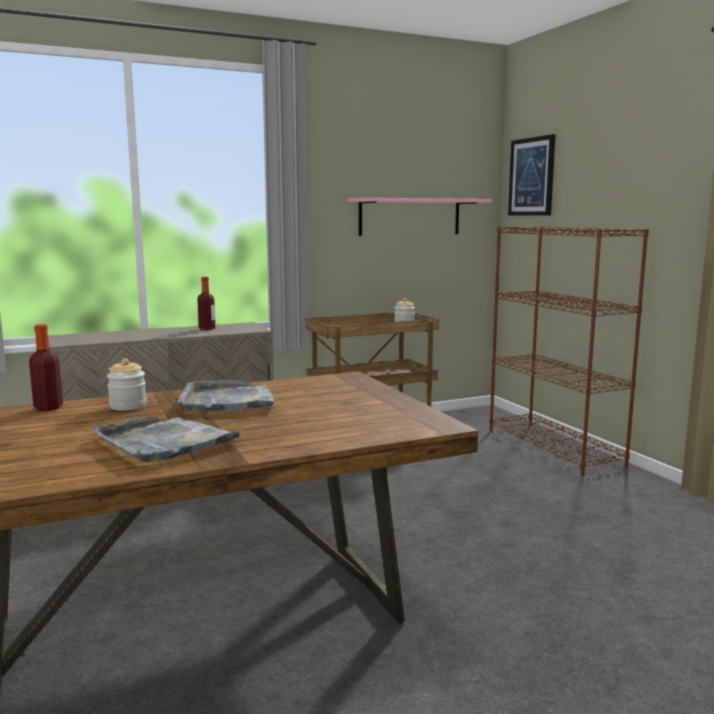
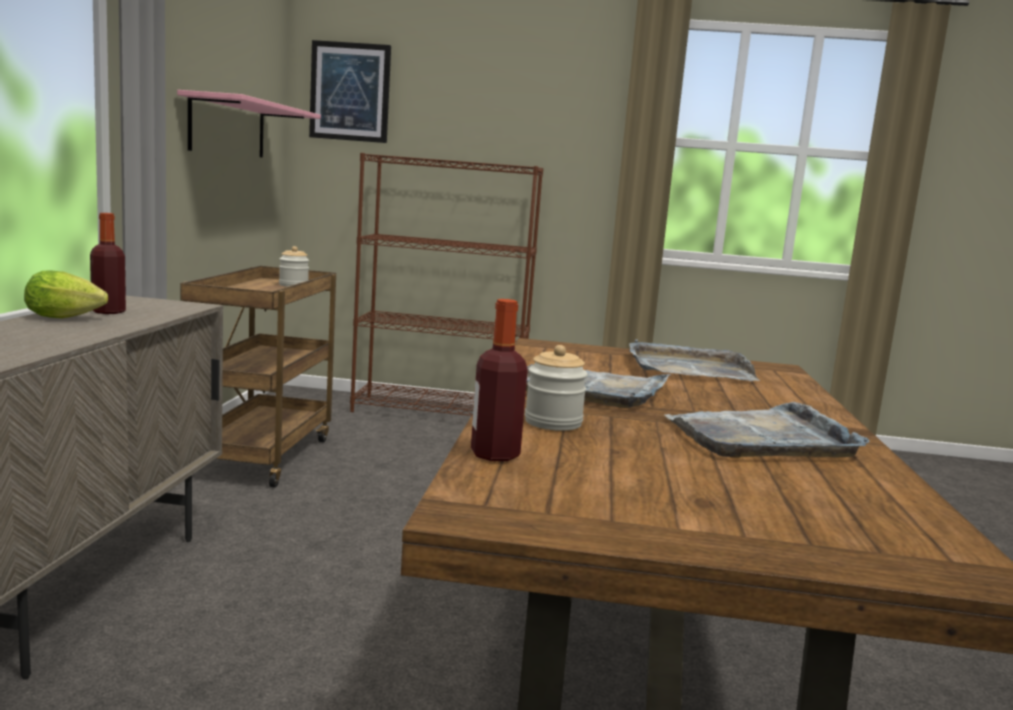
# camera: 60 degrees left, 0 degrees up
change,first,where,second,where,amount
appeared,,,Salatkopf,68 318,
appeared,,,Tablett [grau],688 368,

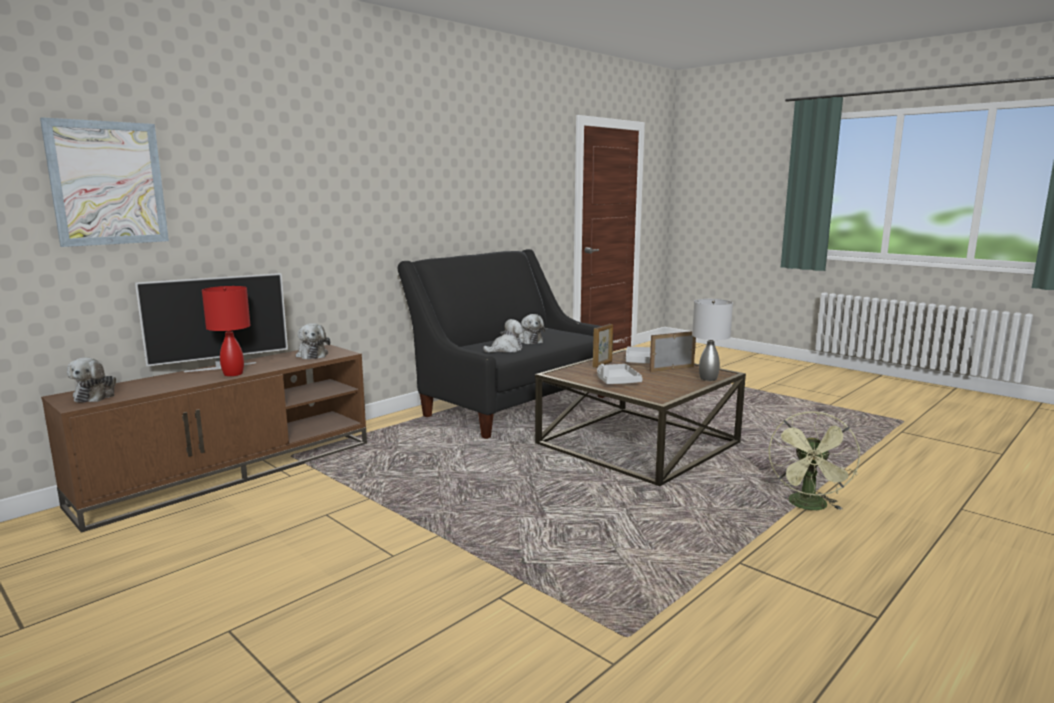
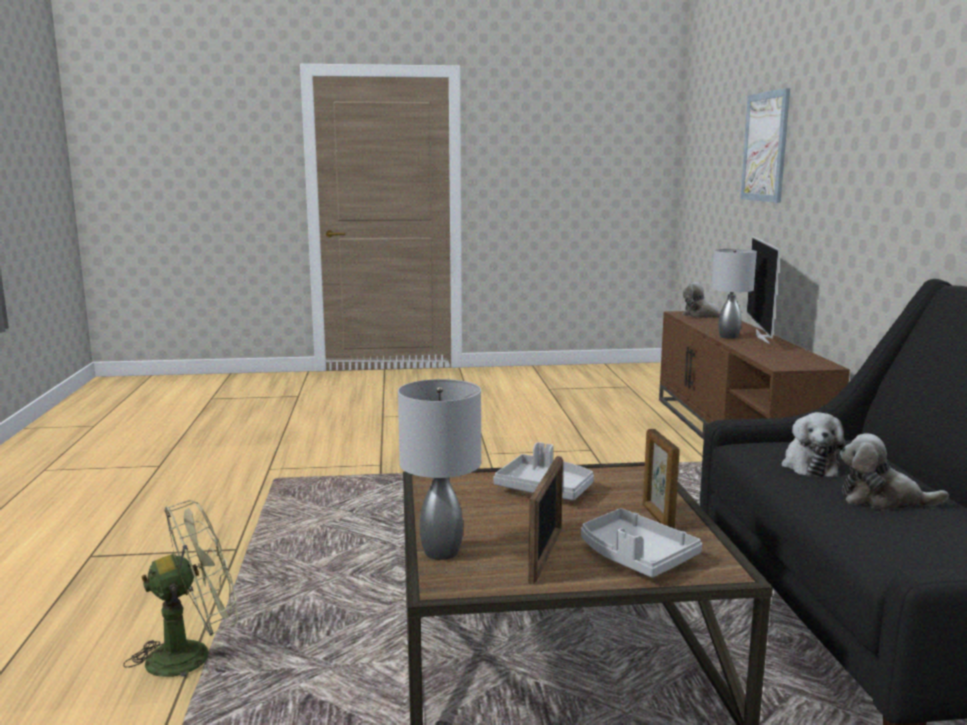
# camera: 130 degrees right, 0 degrees up
change,first,where,second,where,amount
spun,Ventilator [grün],809 507,,192 654,90 degrees clockwise
colour,Tischlampe [rot],232 374,Tischlampe [grau],728 336,
missing,Plüschtier,312 355,,,

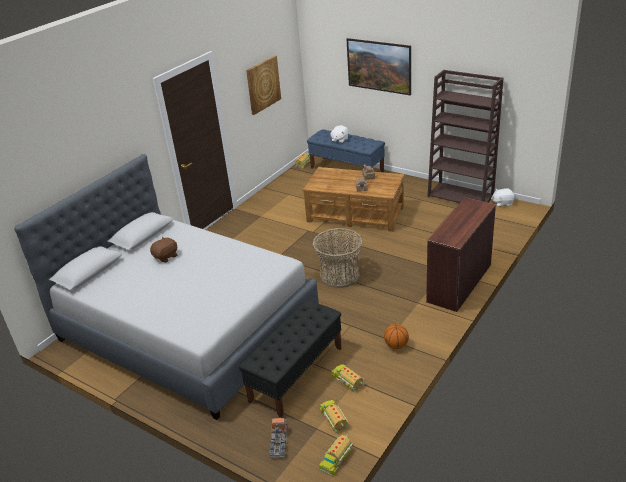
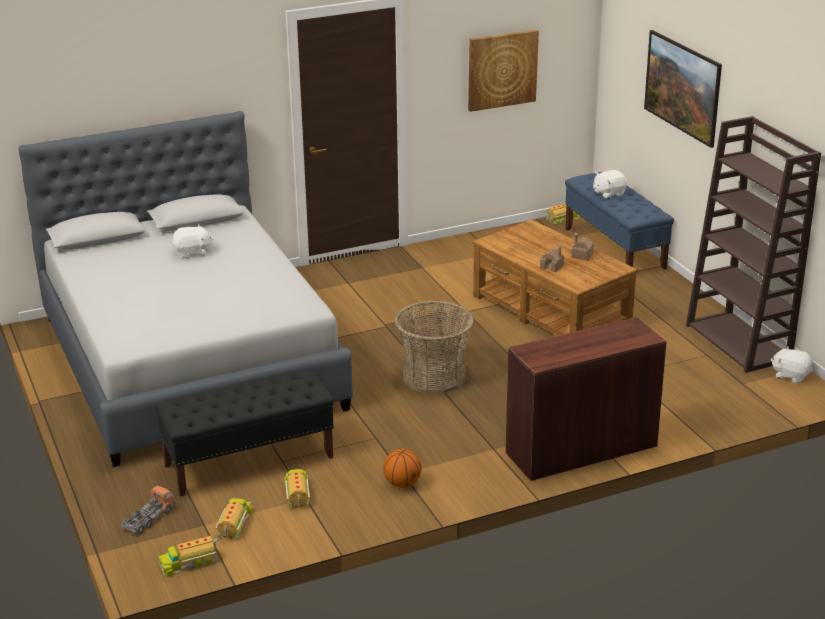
# camera: 30 degrees right, 5 degrees down
change,first,where,second,where,amount
colour,Plüschtier [braun],166 257,Plüschtier [weiß],192 253,

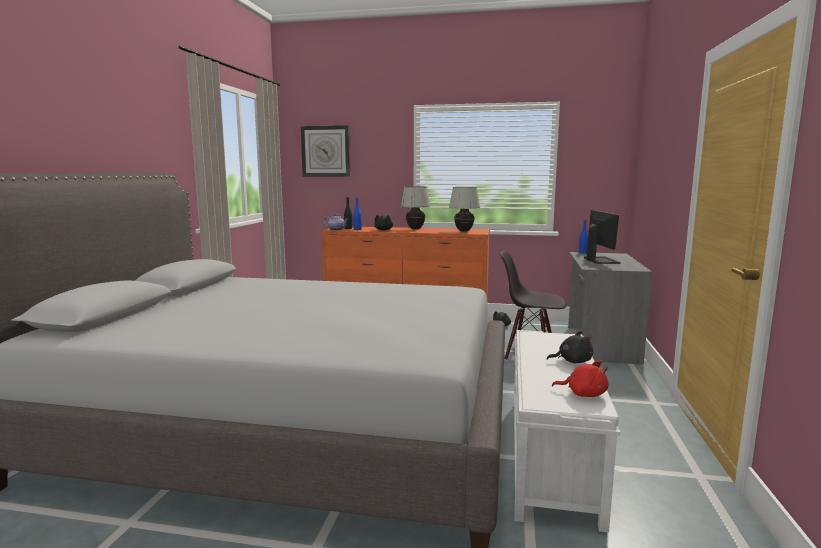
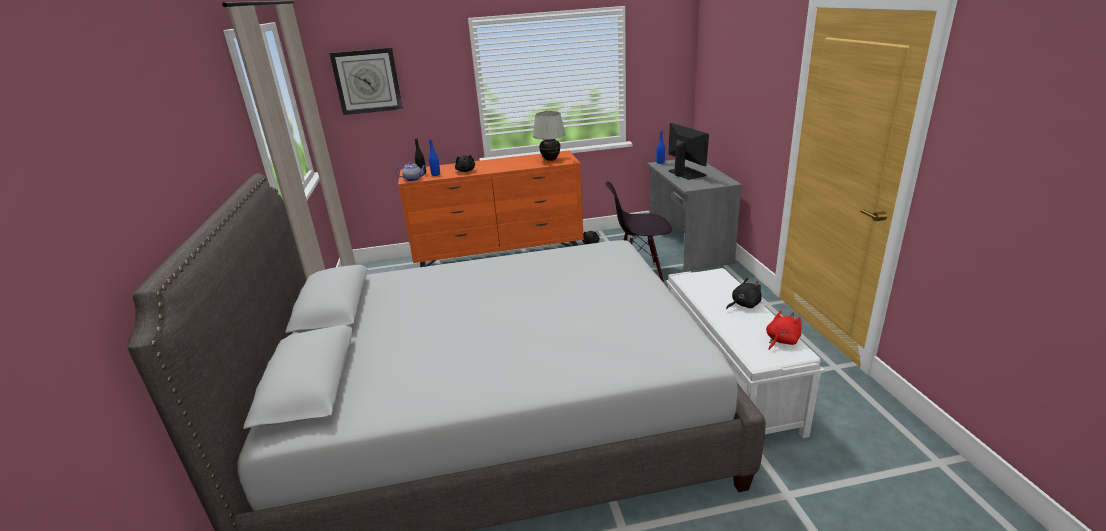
# camera: 20 degrees left, 15 degrees up
change,first,where,second,where,amount
spun,Plüschtier [rot],583 394,,781 341,45 degrees counterclockwise
missing,Tischlampe [weiß],415 229,,,

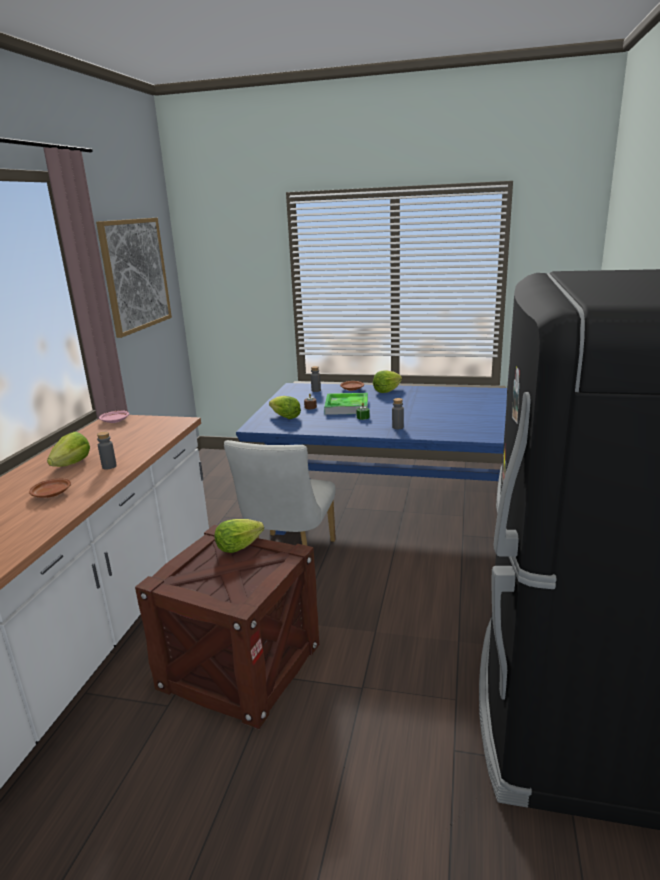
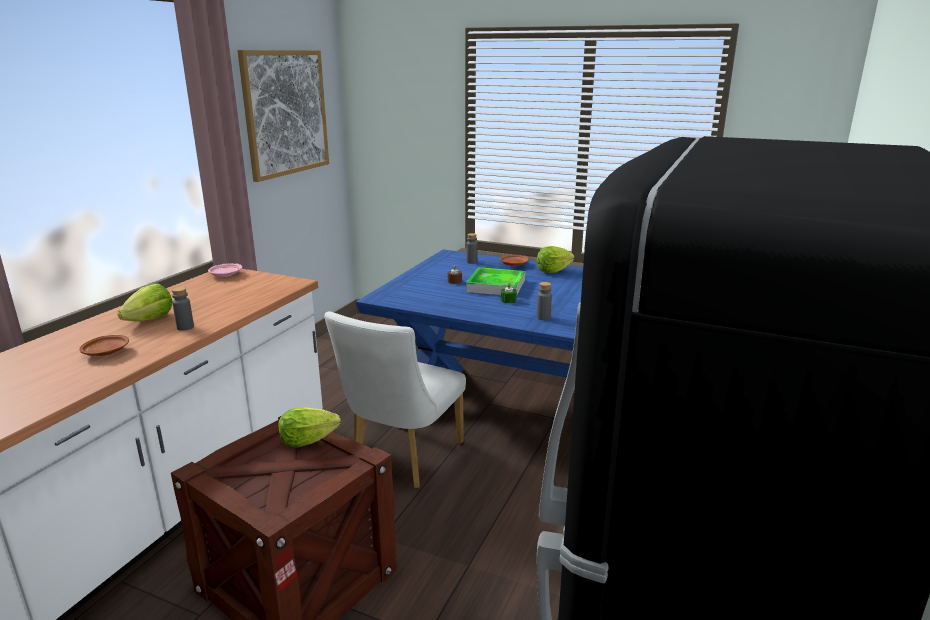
# camera: 10 degrees right, 0 degrees up
change,first,where,second,where,amount
missing,Salatkopf,285 417,,,

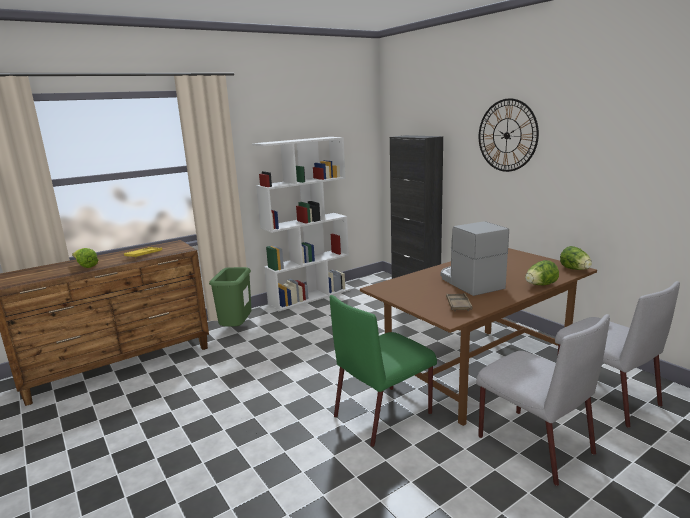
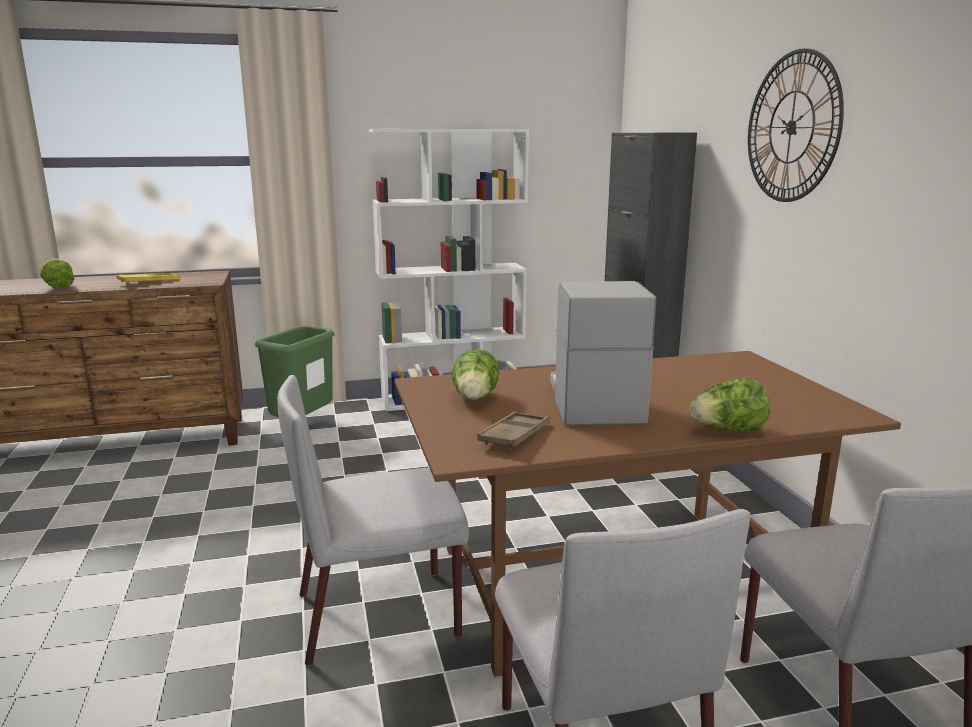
# camera: 20 degrees right, 0 degrees up
change,first,where,second,where,amount
colour,Stuhl [grün],384 414,Stuhl [grau],381 614,
relocated,Salatkopf,575 269,,475 399,

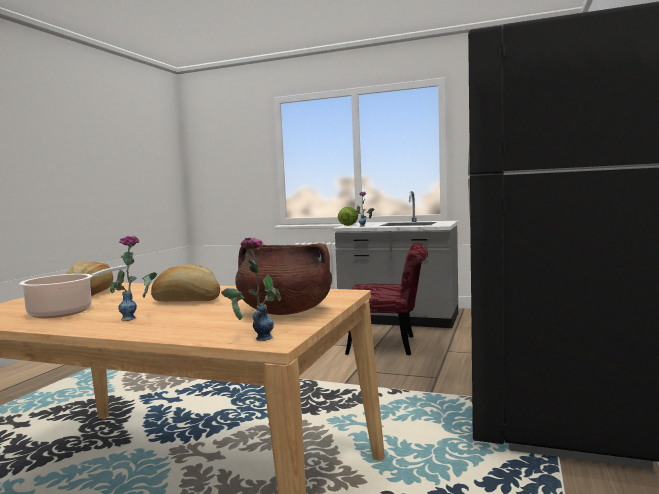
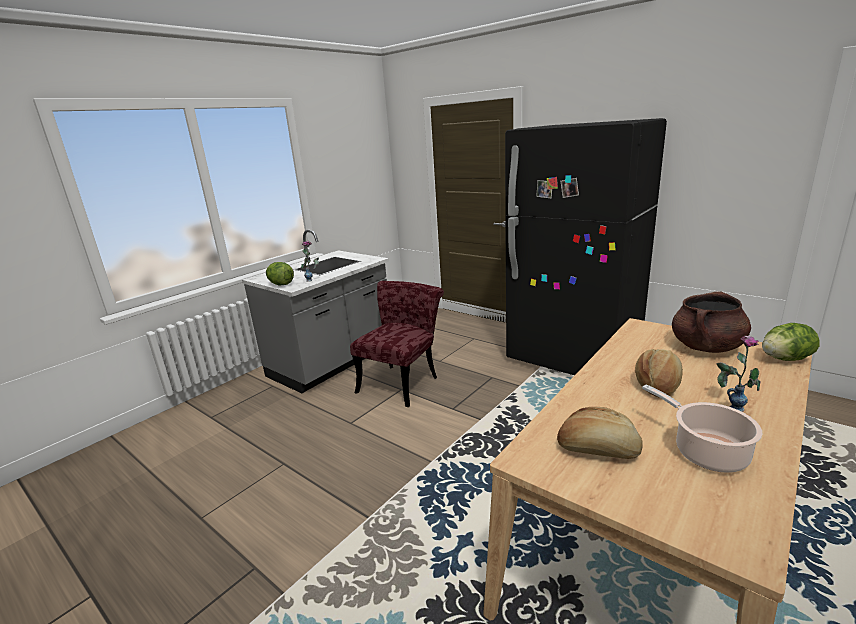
# camera: 70 degrees left, 15 degrees up
change,first,where,second,where,amount
exchanged,Vase,253 338,Salatkopf,785 359,

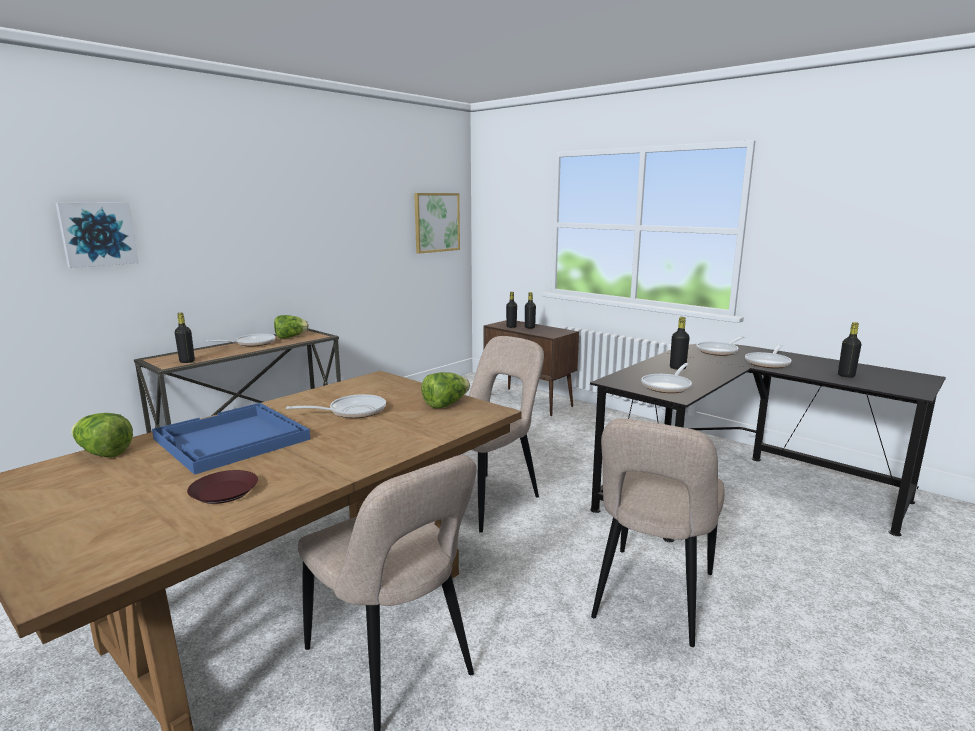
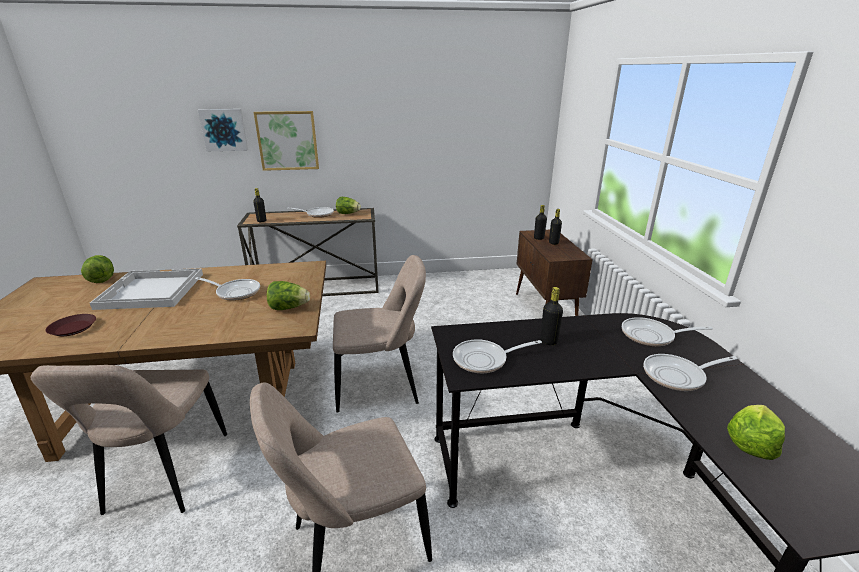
# camera: 40 degrees right, 10 degrees up
change,first,where,second,where,amount
colour,Tablett [blau],231 440,Tablett [weiß],150 291,
relocated,Bild,436 222,,287 140,
exchanged,Flasche [schwarz],846 375,Salatkopf,750 443,

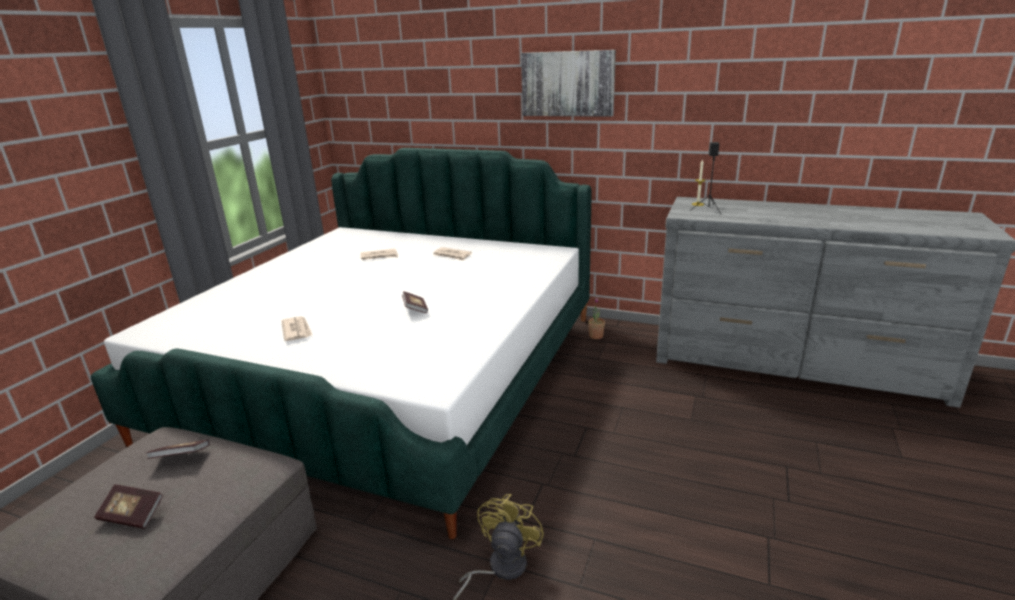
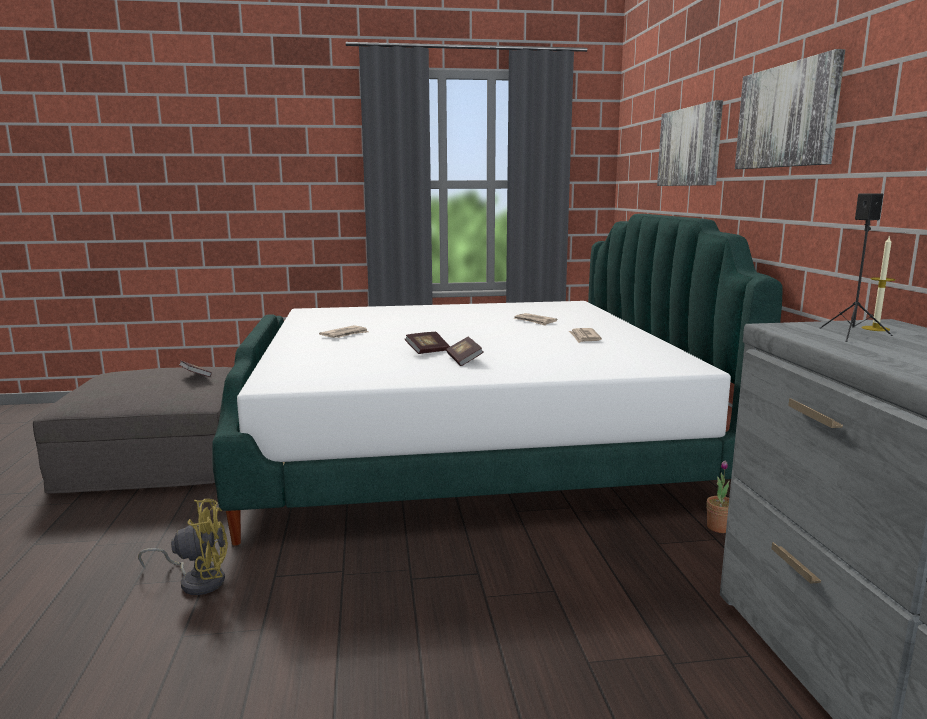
# camera: 60 degrees right, 10 degrees down
change,first,where,second,where,amount
relocated,Buch,132 515,,464 360,
appeared,,,Bild,690 147,

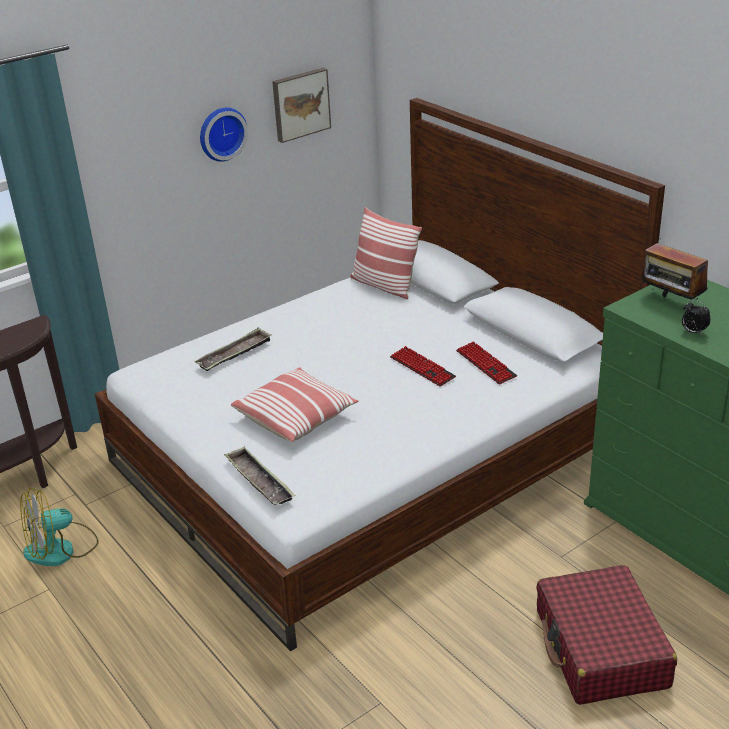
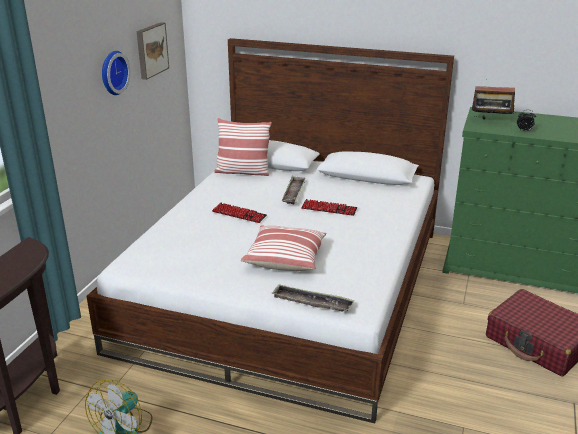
# camera: 35 degrees left, 5 degrees down
change,first,where,second,where,amount
relocated,Tastatur,486 364,,239 214,
relocated,Tablett,234 354,,294 193,

